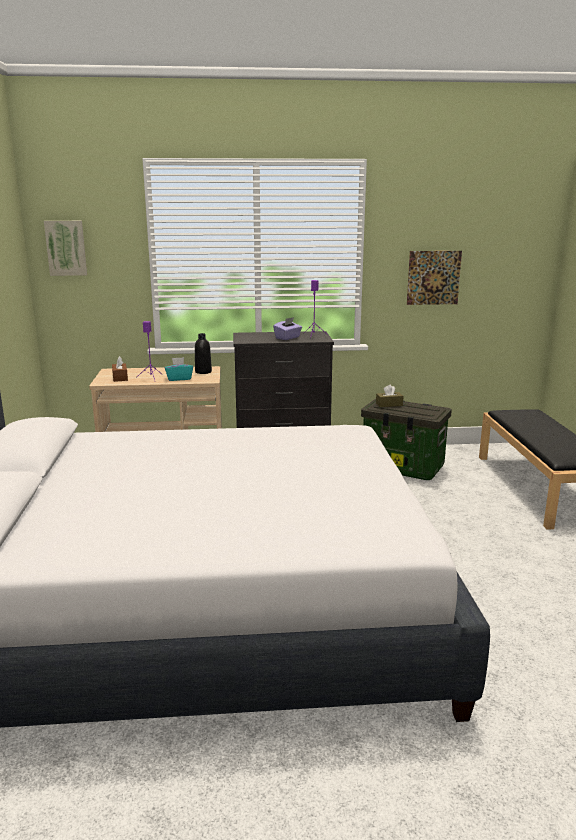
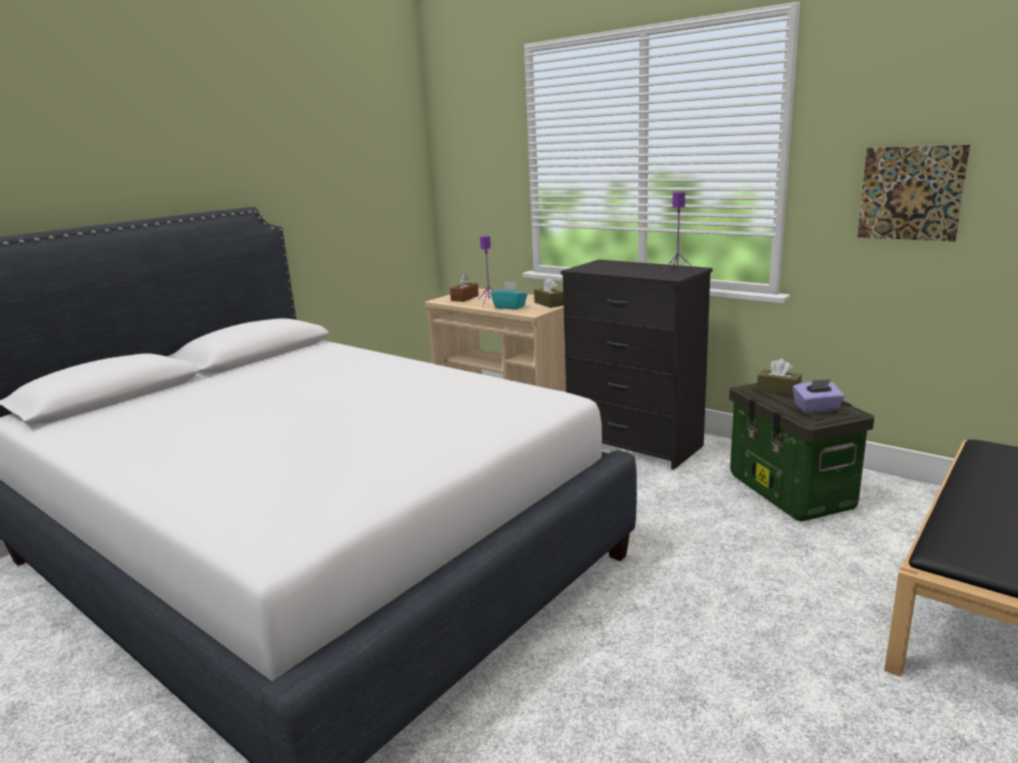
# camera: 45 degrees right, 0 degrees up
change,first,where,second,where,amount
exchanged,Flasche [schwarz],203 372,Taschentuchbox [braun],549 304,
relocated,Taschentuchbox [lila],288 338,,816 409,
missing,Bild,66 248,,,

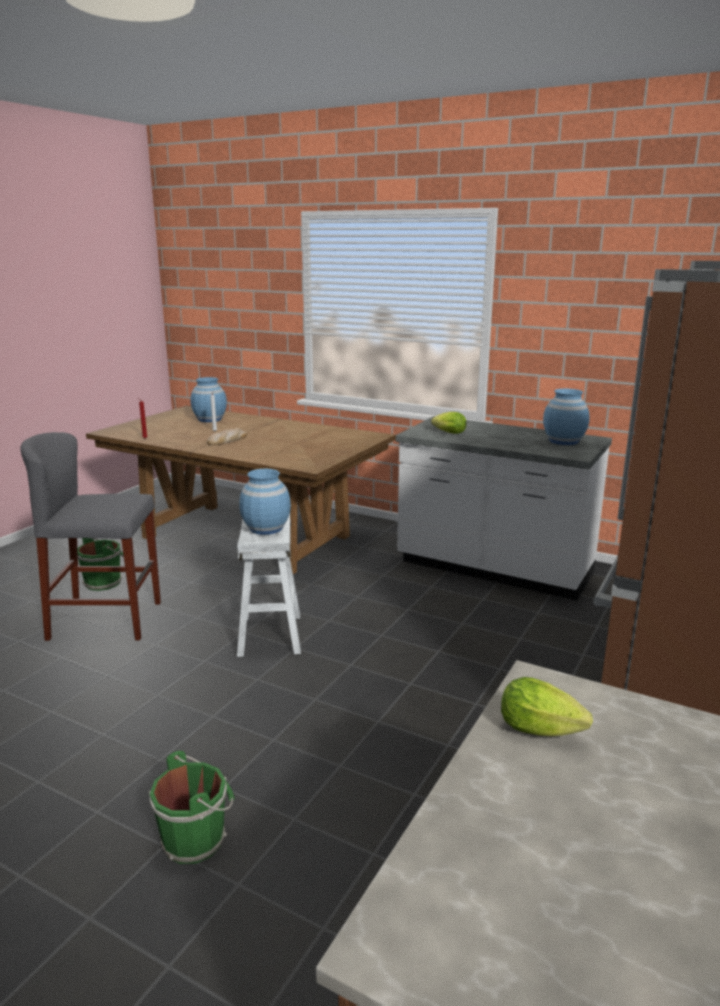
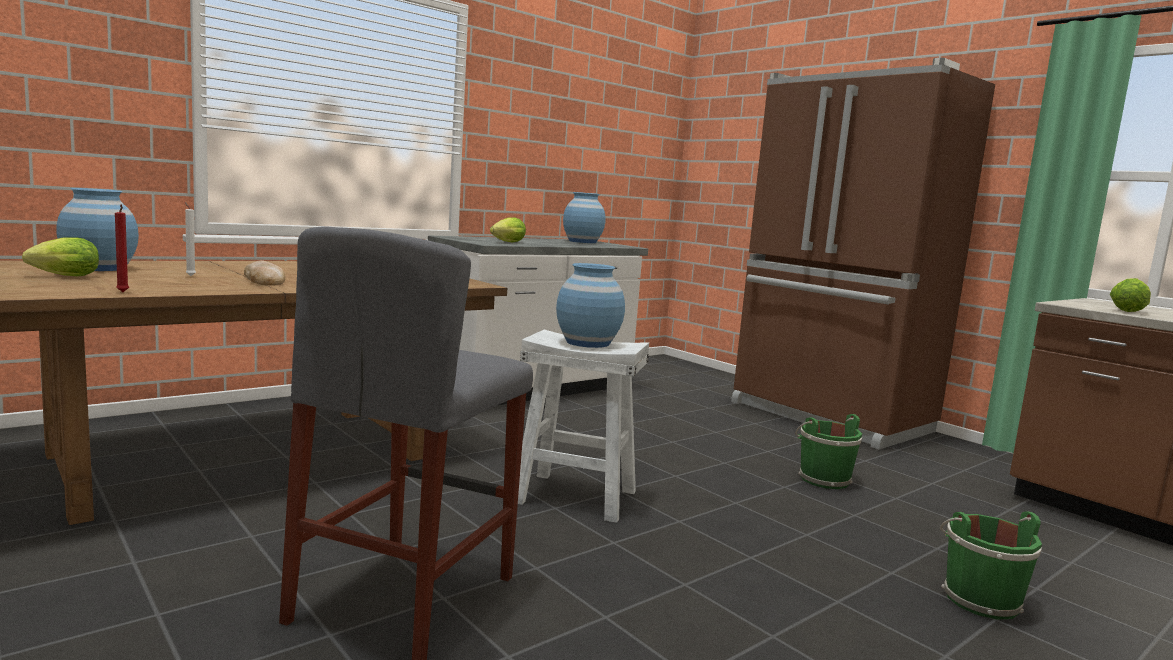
# camera: 70 degrees left, 10 degrees down
change,first,where,second,where,amount
appeared,,,Salatkopf,62 276,
relocated,Eimer [grün],104 582,,822 479,

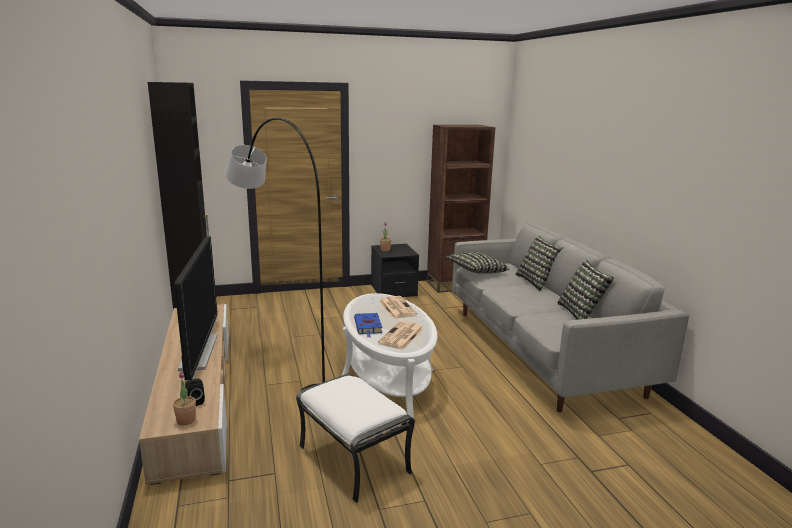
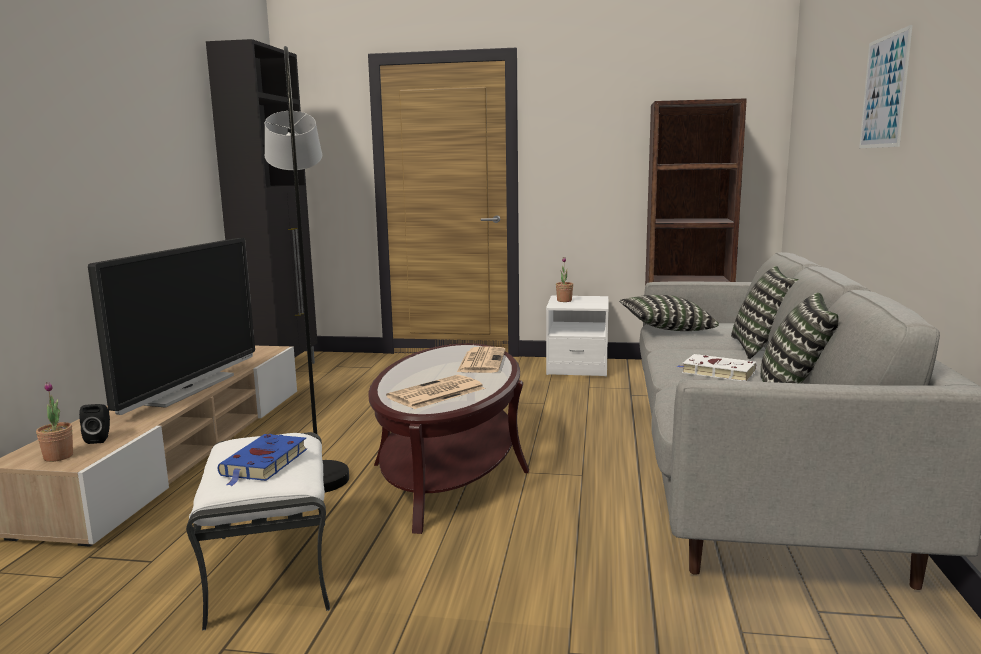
# camera: 25 degrees right, 5 degrees down
change,first,where,second,where,amount
relocated,Buch [blau],368 326,,264 463,
colour,Couchtisch [weiß],387 375,Couchtisch [braun],450 467,
colour,Nachttisch [schwarz],393 291,Nachttisch [weiß],577 367,
appeared,,,Buch [weiß],716 372,
appeared,,,Bild,884 92,

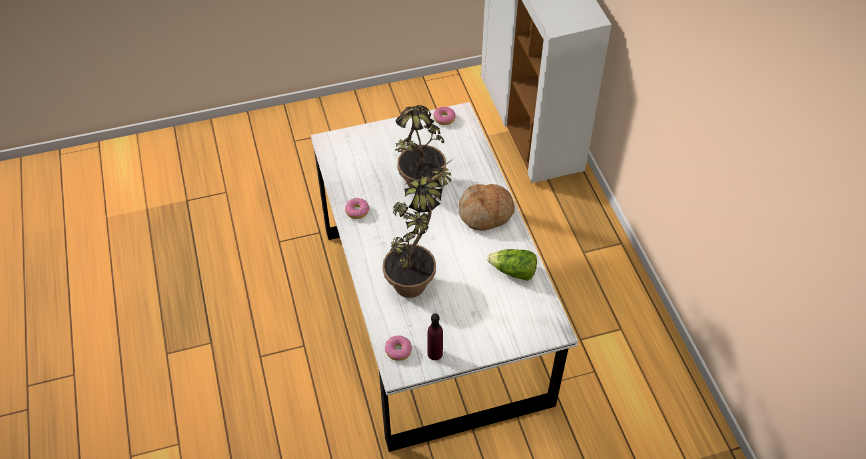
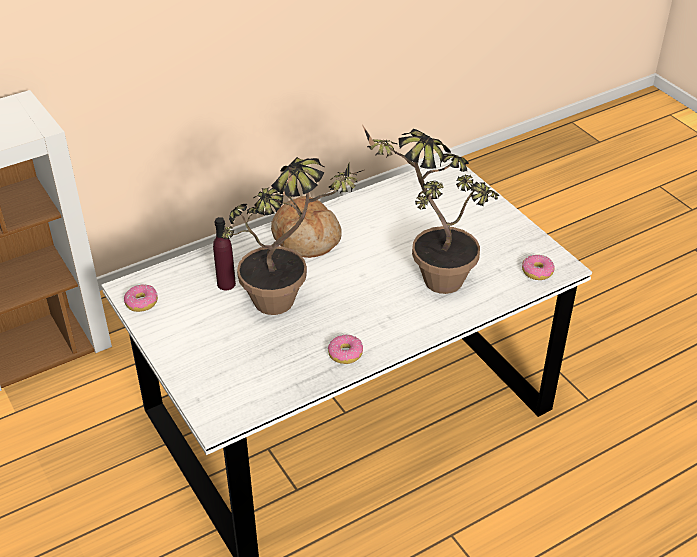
# camera: 105 degrees left, 10 degrees down
change,first,where,second,where,amount
relocated,Flasche [lila],435 353,,226 284,
missing,Salatkopf,513 271,,,

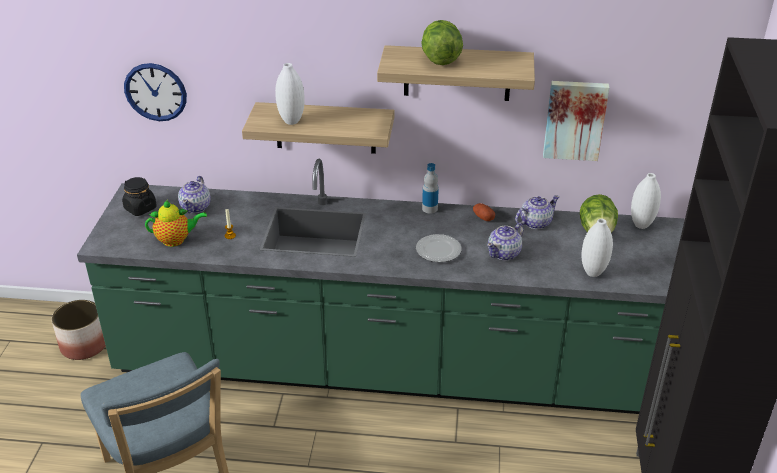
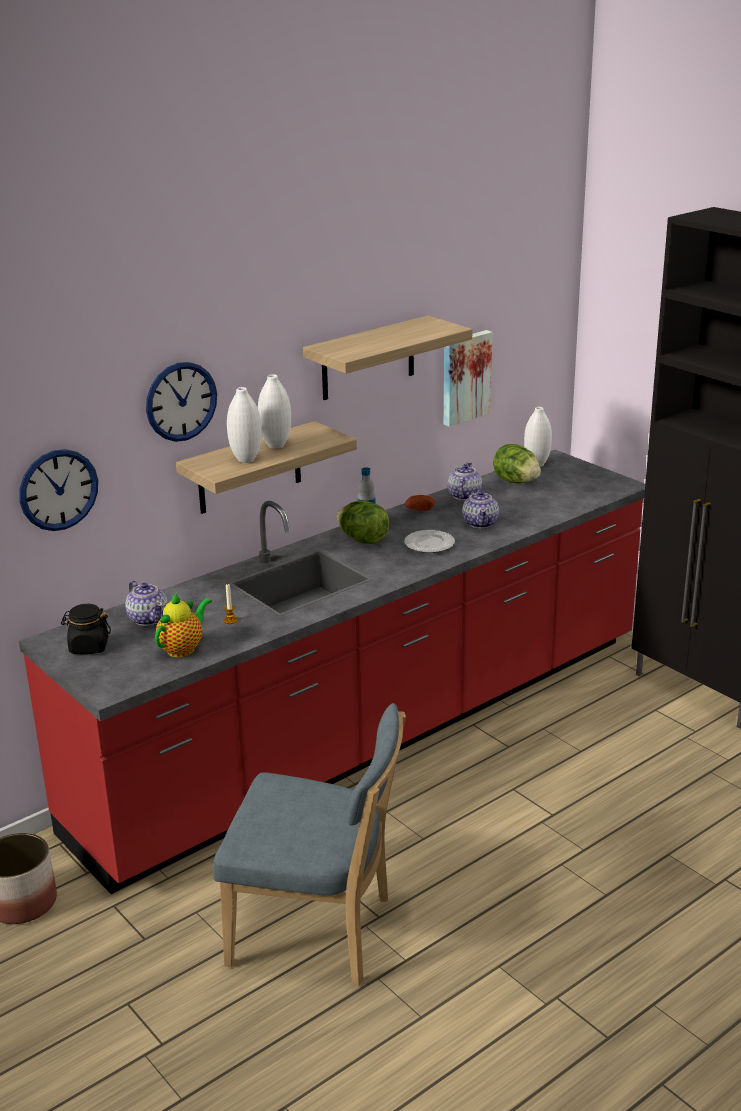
# camera: 45 degrees left, 10 degrees down
change,first,where,second,where,amount
colour,Küchenzeile [grün],388 369,Küchenzeile [rot],374 733,
appeared,,,Wanduhr,181 401,
relocated,Vase [weiß],593 272,,276 445,
relocated,Salatkopf,440 59,,363 540,

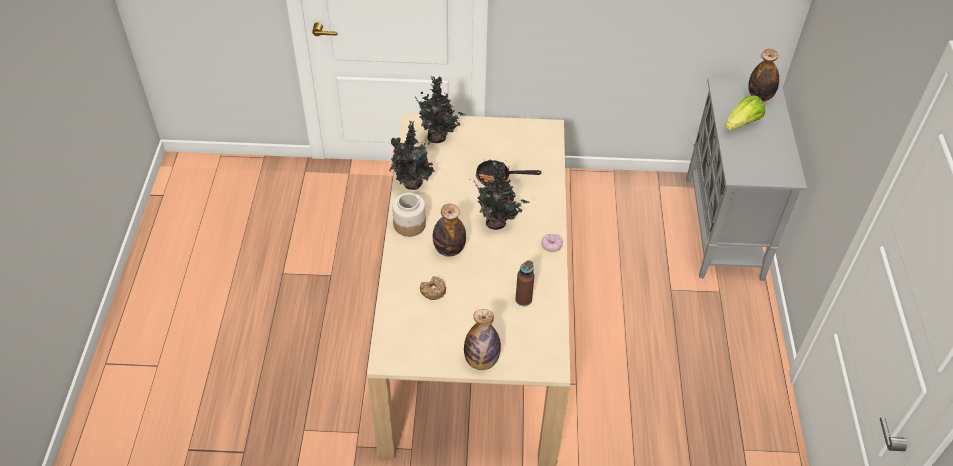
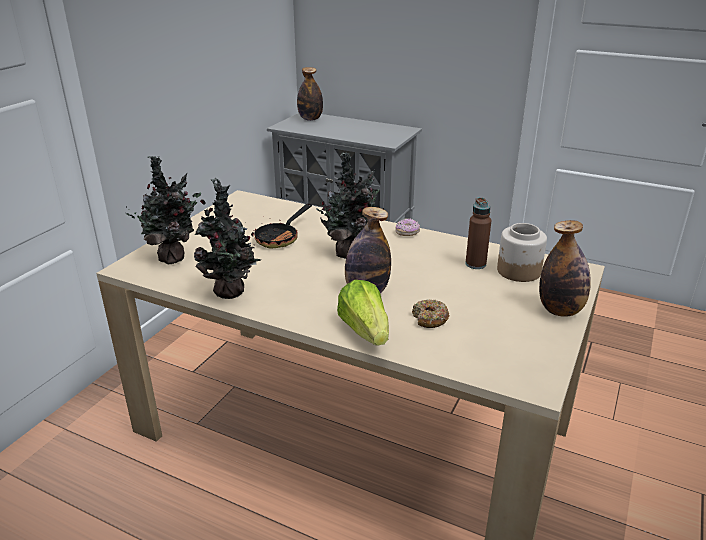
# camera: 65 degrees left, 20 degrees down
change,first,where,second,where,amount
relocated,Salatkopf,742 123,,365 331,
relocated,Vorratsglas,409 224,,518 271,

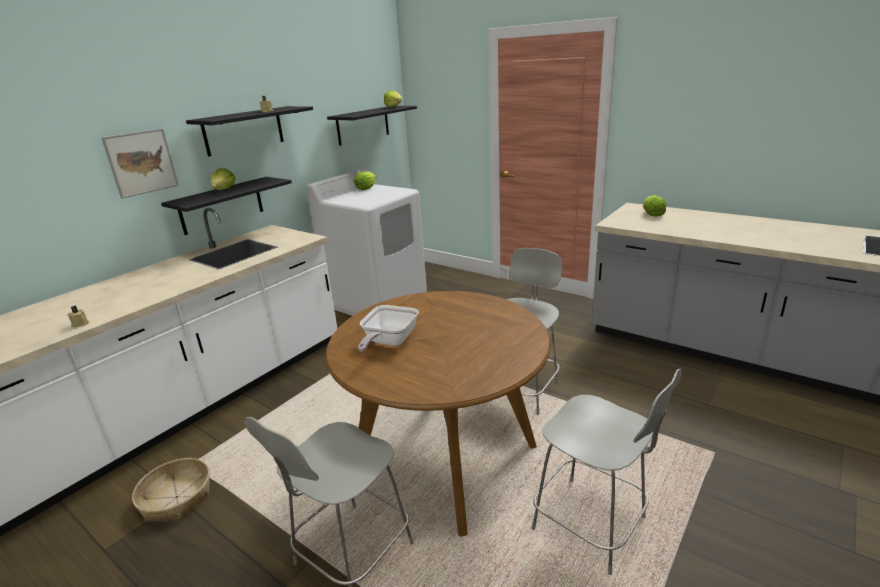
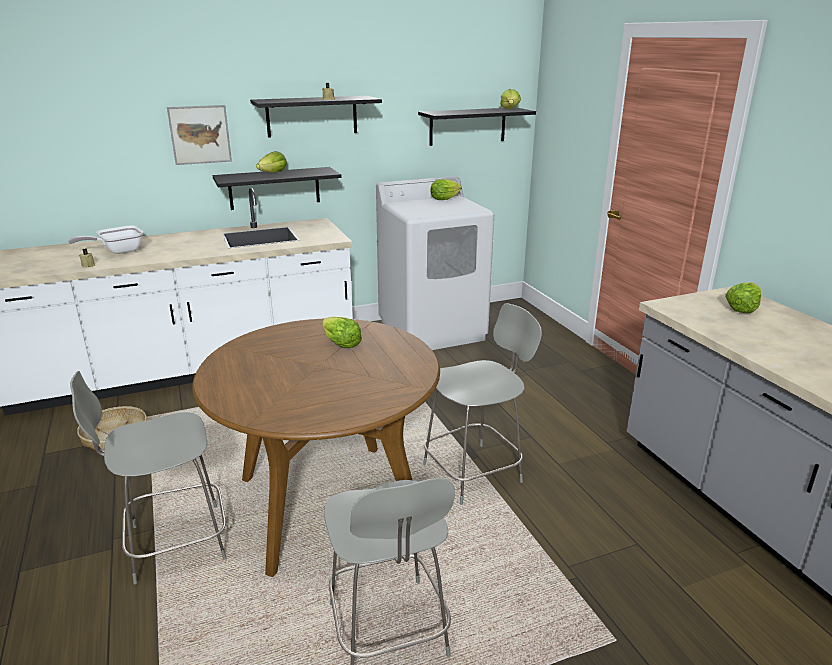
# camera: 30 degrees right, 0 degrees up
change,first,where,second,where,amount
relocated,Pfanne,388 342,,118 251,
appeared,,,Salatkopf,340 343,

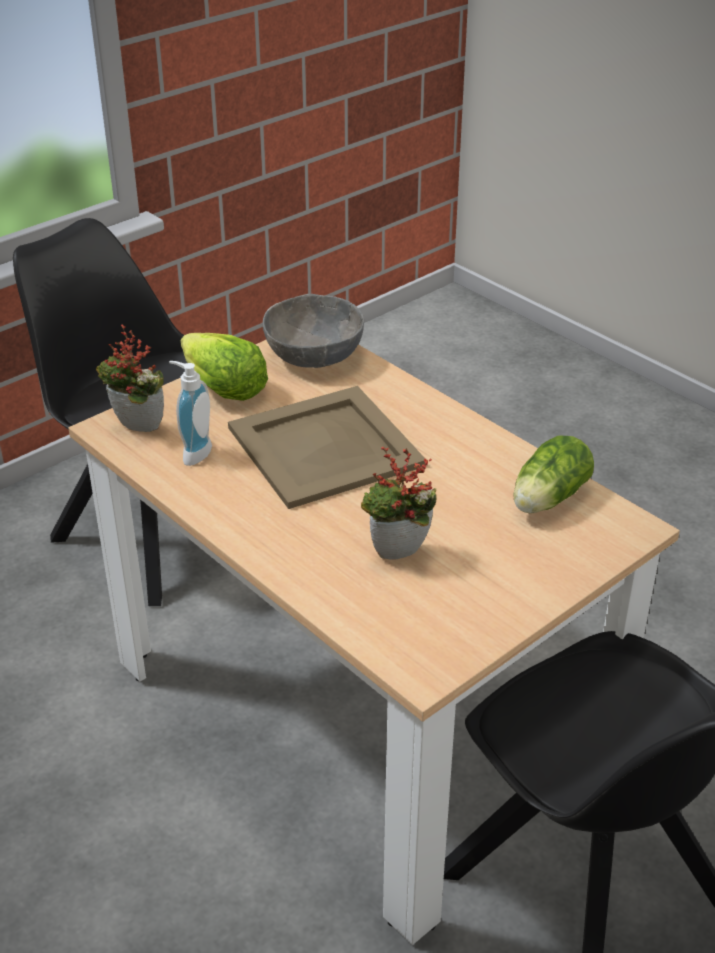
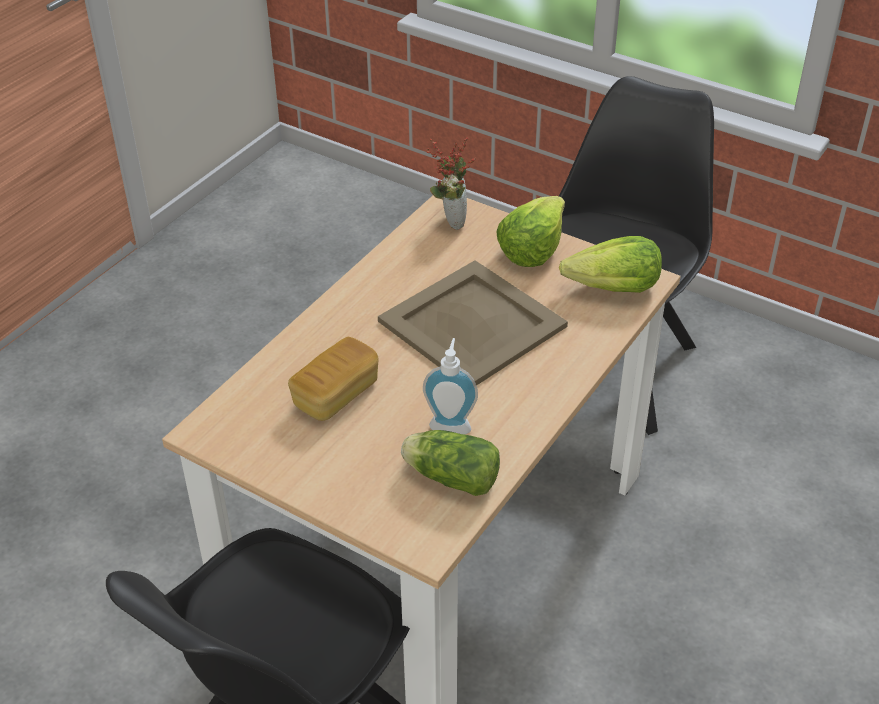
# camera: 75 degrees right, 5 degrees up
change,first,where,second,where,amount
exchanged,Topfpflanze,398 557,Brot,336 394,
relocated,Seifenspender,193 453,,451 424,
exchanged,Schüssel [grau],314 355,Salatkopf,613 288,

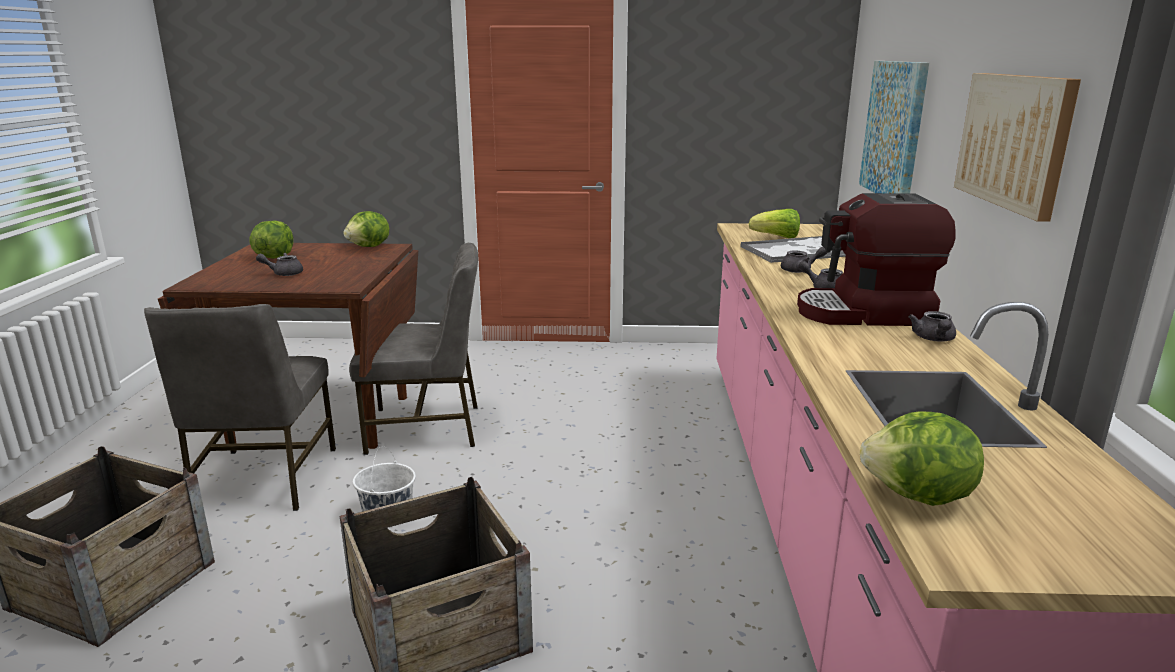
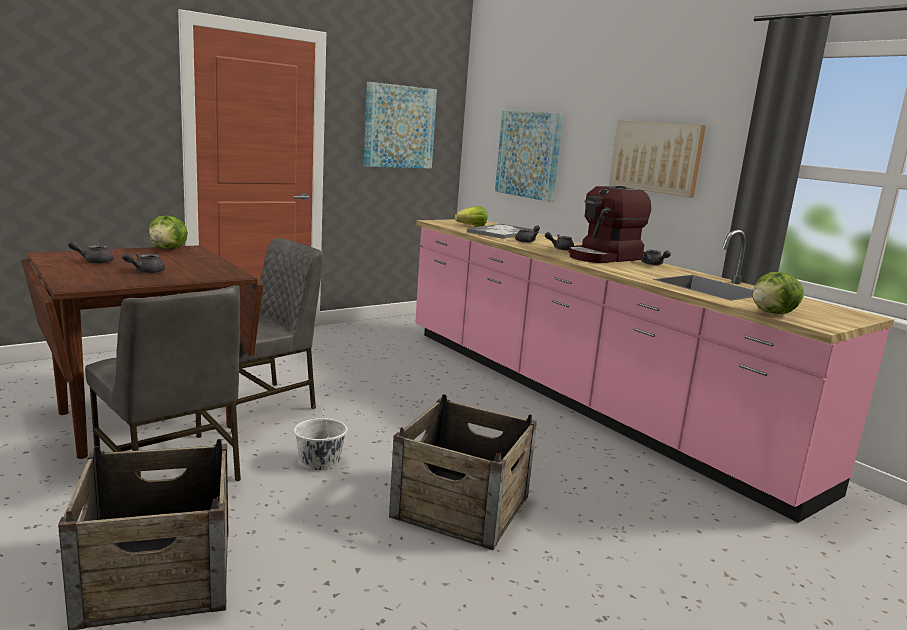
# camera: 40 degrees left, 5 degrees down
change,first,where,second,where,amount
exchanged,Salatkopf,274 257,Teekanne [grau],94 261,
appeared,,,Bild,399 127,

